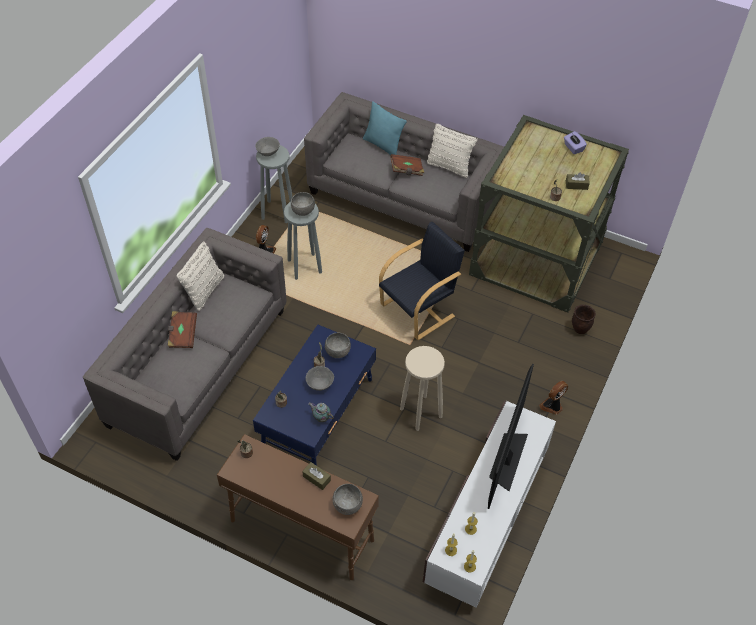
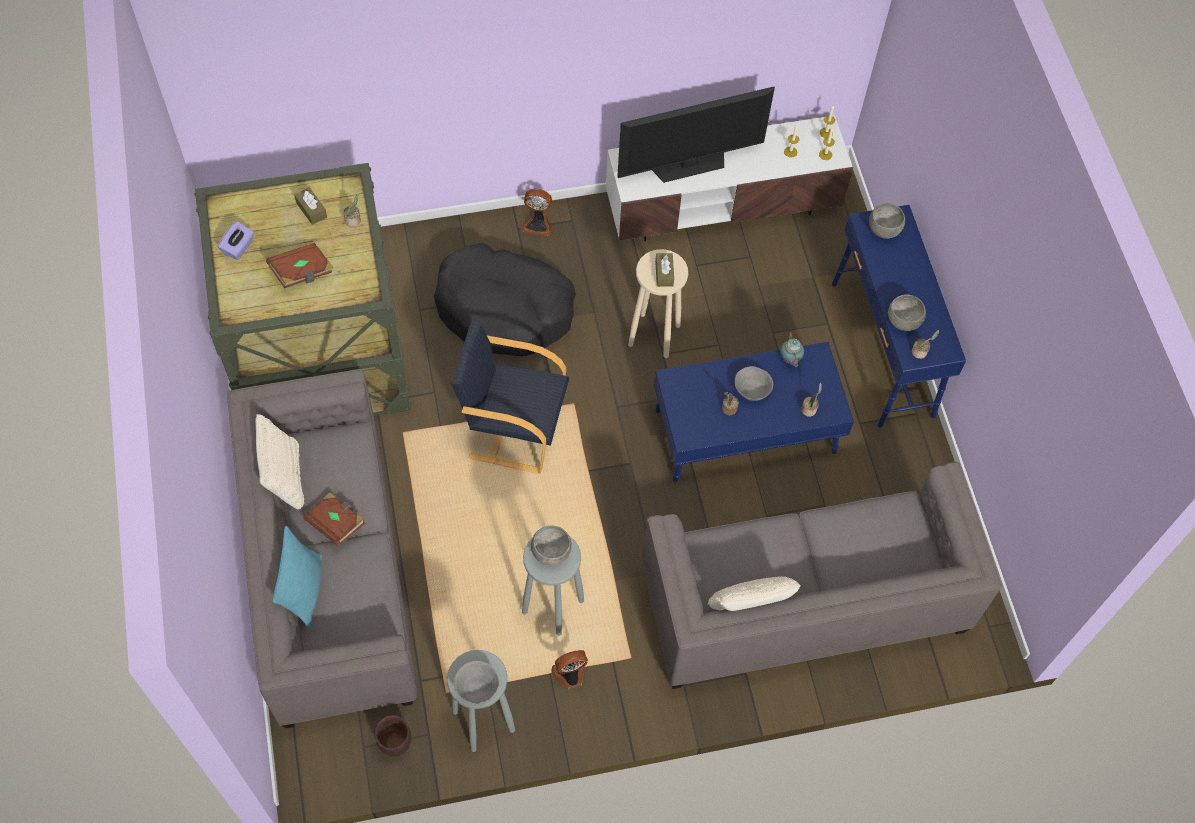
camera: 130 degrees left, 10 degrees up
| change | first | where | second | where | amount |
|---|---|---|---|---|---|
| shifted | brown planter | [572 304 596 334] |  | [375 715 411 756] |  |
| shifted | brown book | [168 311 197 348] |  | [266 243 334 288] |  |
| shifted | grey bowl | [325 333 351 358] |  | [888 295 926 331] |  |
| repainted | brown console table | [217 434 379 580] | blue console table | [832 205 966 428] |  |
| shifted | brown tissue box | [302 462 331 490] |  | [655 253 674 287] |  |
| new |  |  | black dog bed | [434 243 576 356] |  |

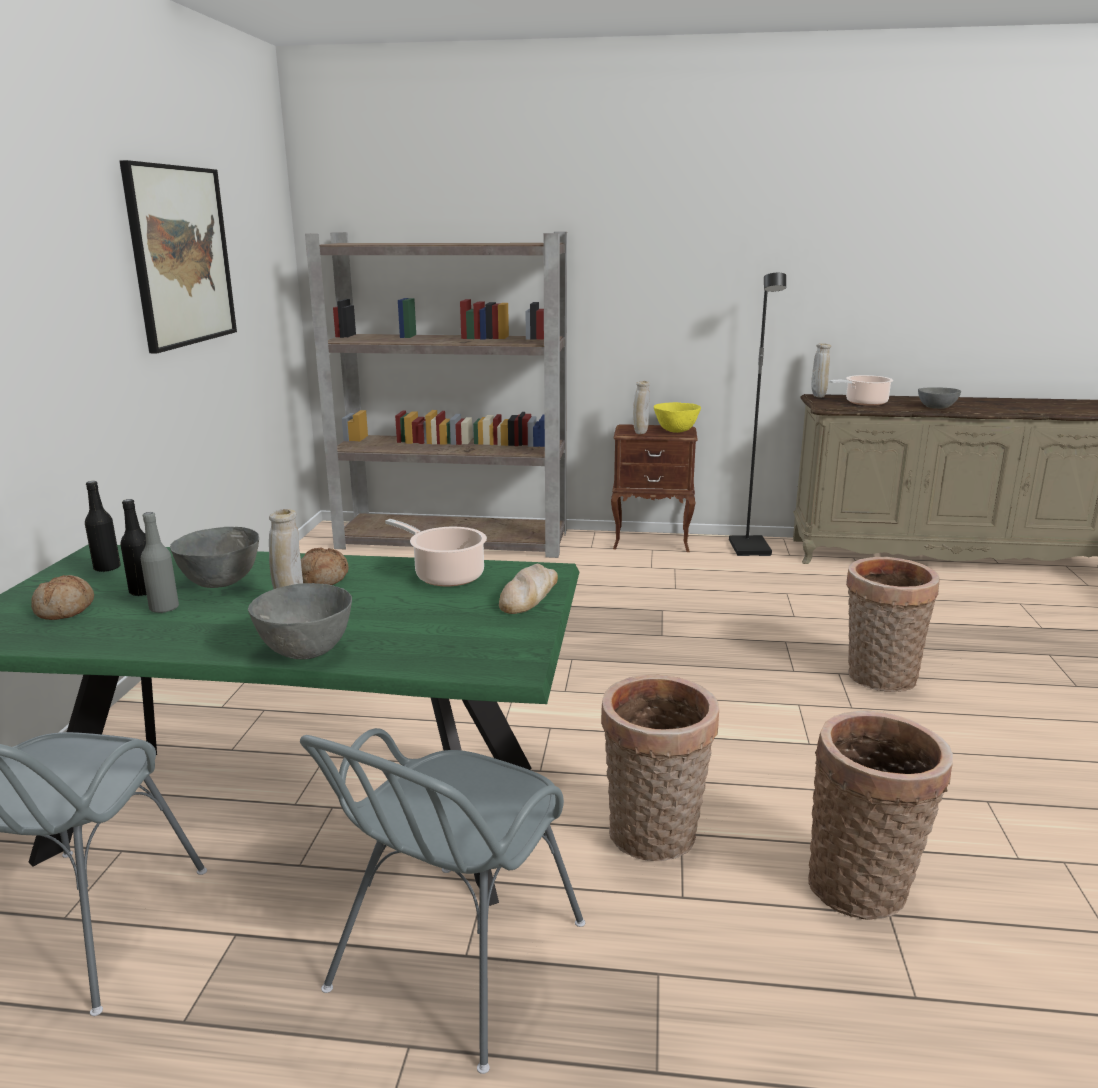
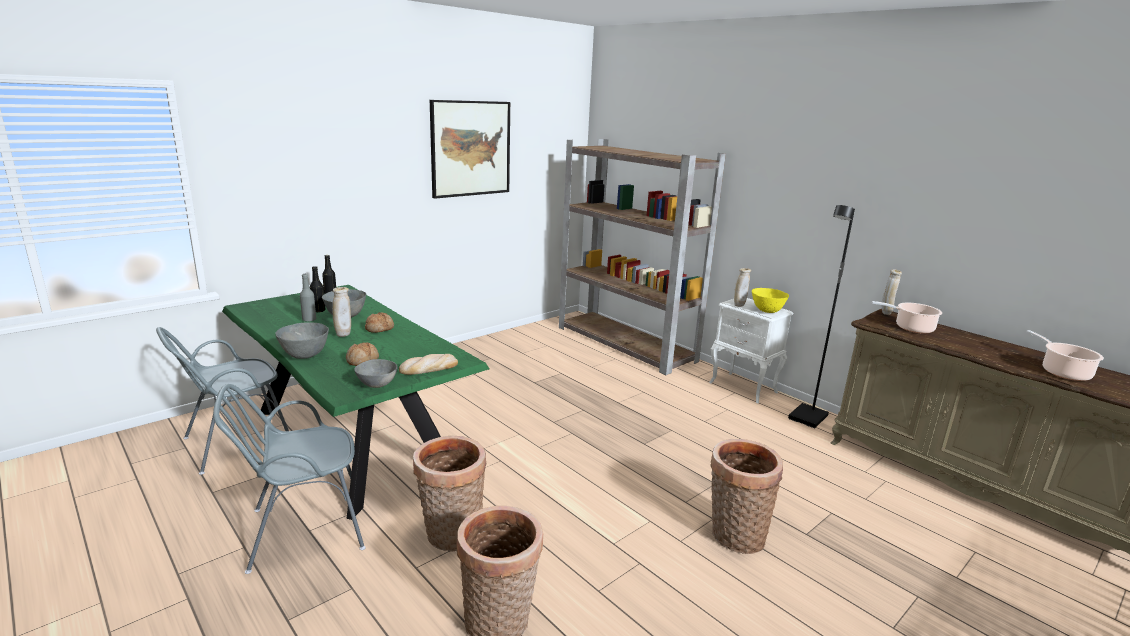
camera: 40 degrees right, 0 degrees up
| change | first | where | second | where | amount |
|---|---|---|---|---|---|
| shifted | grey bowl | [918 387 961 409] |  | [354 359 397 388] |  |
| repainted | brown nightstand | [611 424 698 552] | white nightstand | [709 298 793 403] |  |
| shifted | cooking pot | [385 519 487 587] |  | [1026 330 1104 381] |  |
| shifted | bread | [31 575 94 620] |  | [346 342 379 366] |  |

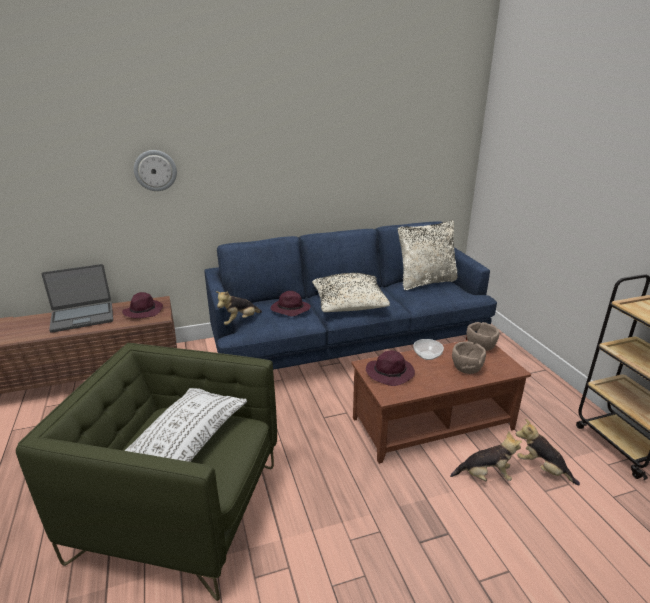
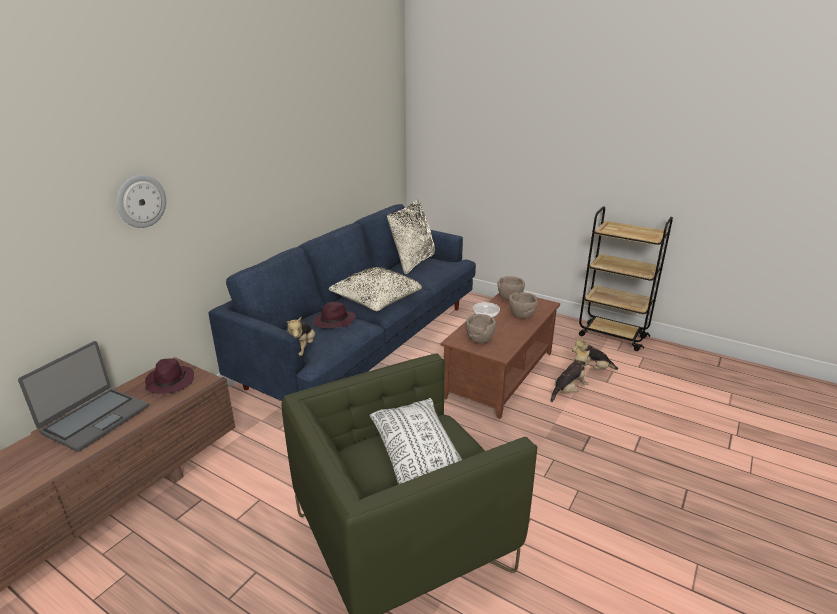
camera: 40 degrees left, 0 degrees up
| change | first | where | second | where | amount |
|---|---|---|---|---|---|
| swapped | purple hat | [366 350 415 386] | brown bowl | [466 314 496 343] |  |

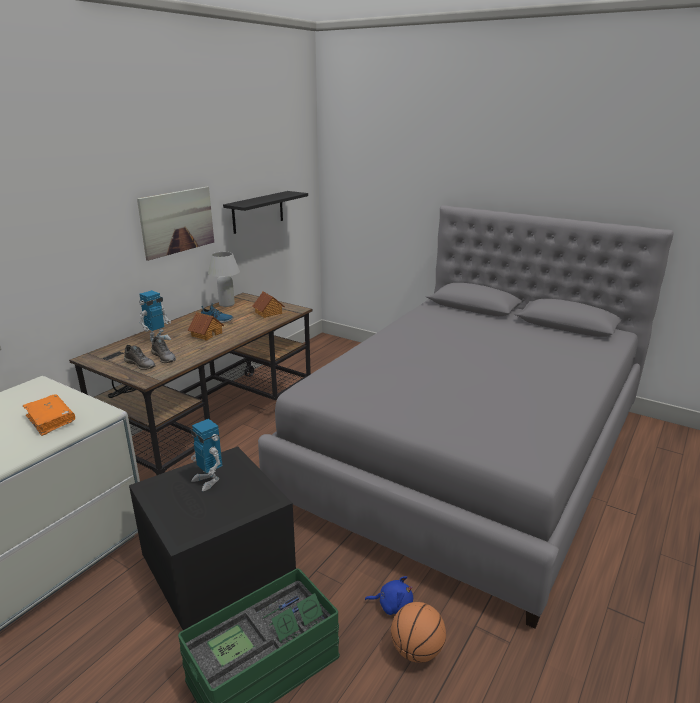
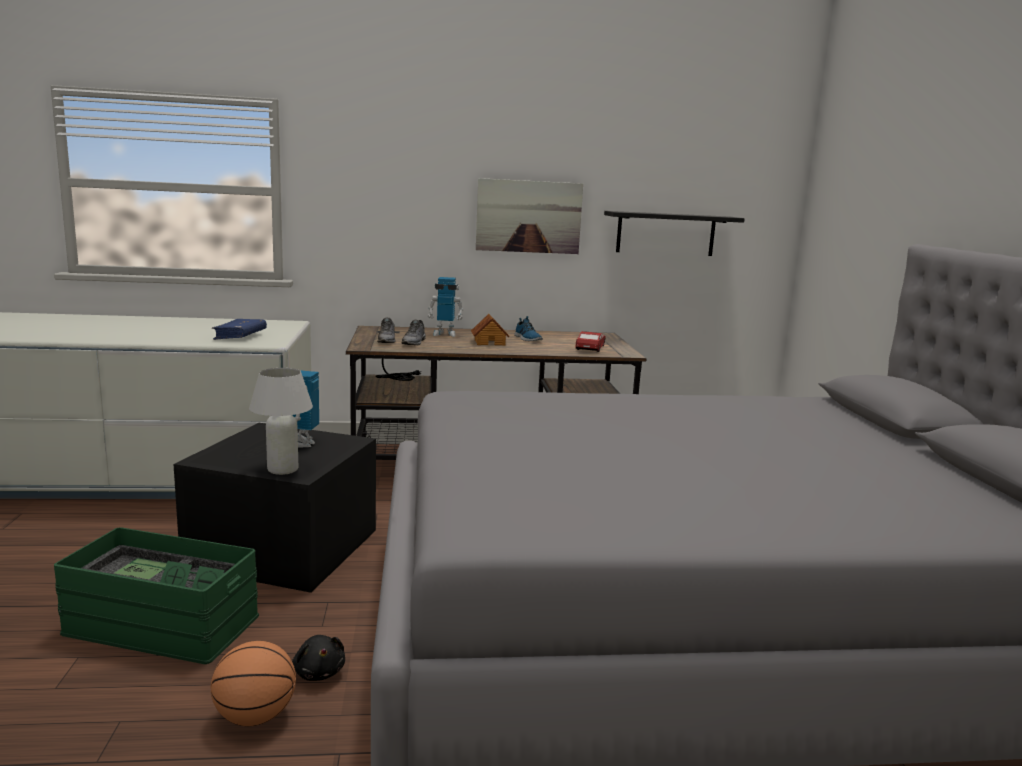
camera: 50 degrees right, 10 degrees down
| change | first | where | second | where | amount |
|---|---|---|---|---|---|
| shifted | white table lamp | [208 252 240 307] |  | [249 368 313 475] |  |
| swapped | toy house | [252 292 285 318] | toy car | [575 331 606 352] |  |
| repainted | orange book | [23 394 75 436] | blue book | [212 319 267 340] |  |
| repainted | blue plush toy | [365 576 413 615] | black plush toy | [292 635 345 681] |  |

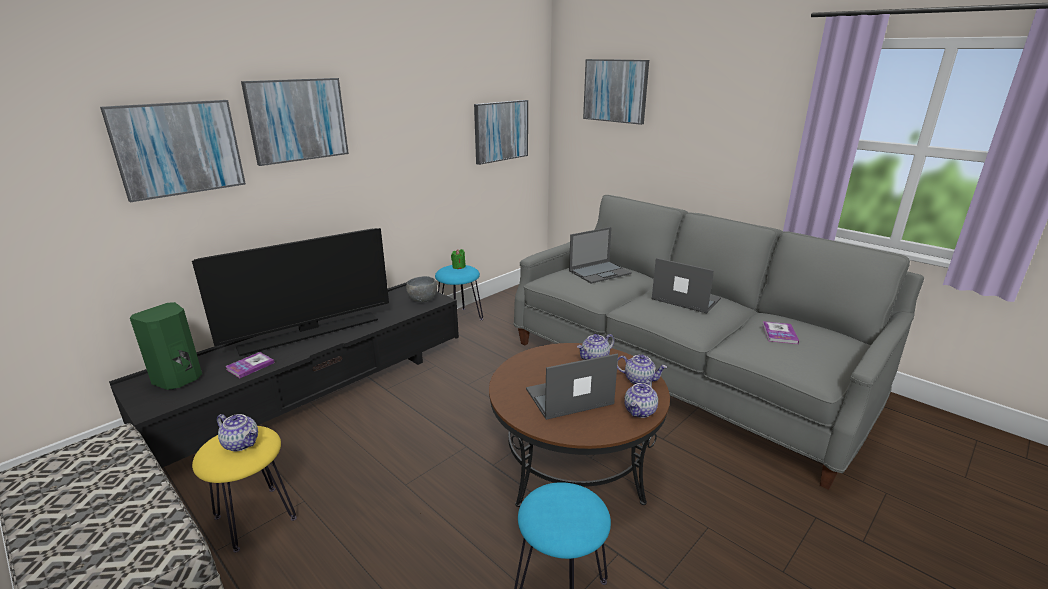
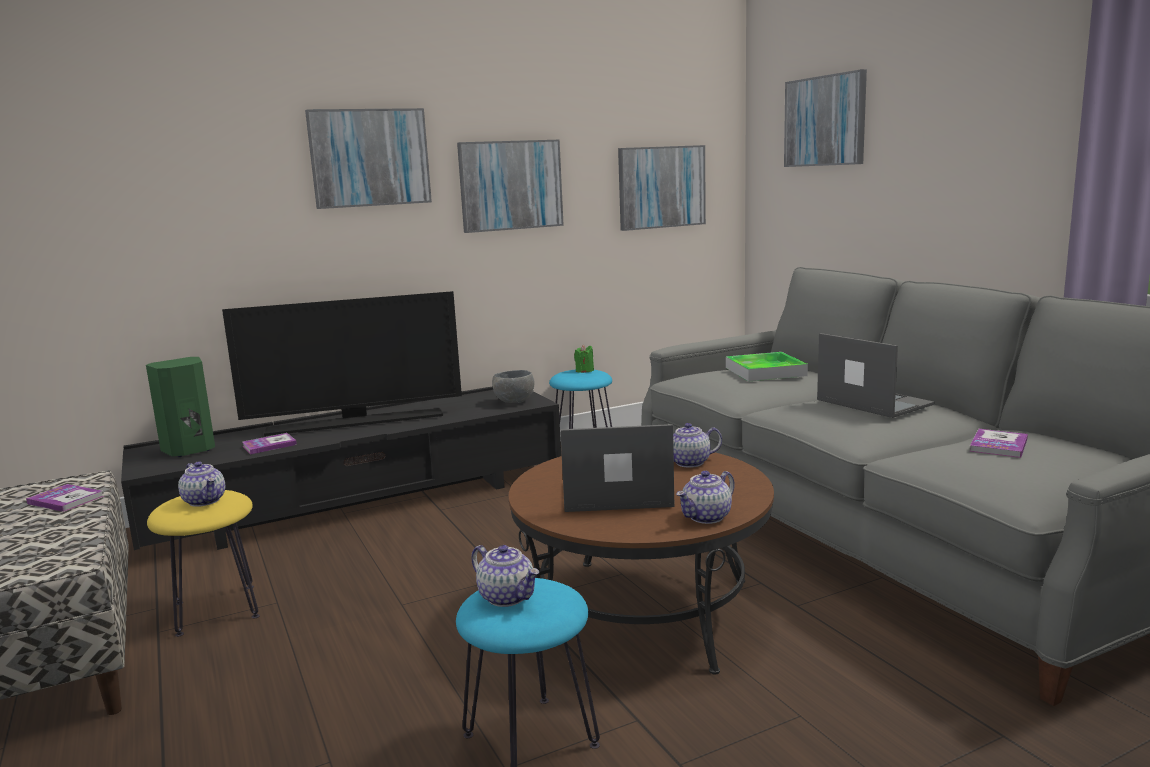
camera: 20 degrees right, 10 degrees down
| change | first | where | second | where | amount |
|---|---|---|---|---|---|
| shifted | picture | [100 100 246 202] |  | [457 140 564 233] |  |
| swapped | laptop | [569 227 632 284] | tray | [726 352 808 382] |  |
| shifted | teapot | [617 355 667 384] |  | [471 545 539 607] |  |
| new |  |  | book | [26 484 104 512] |  |

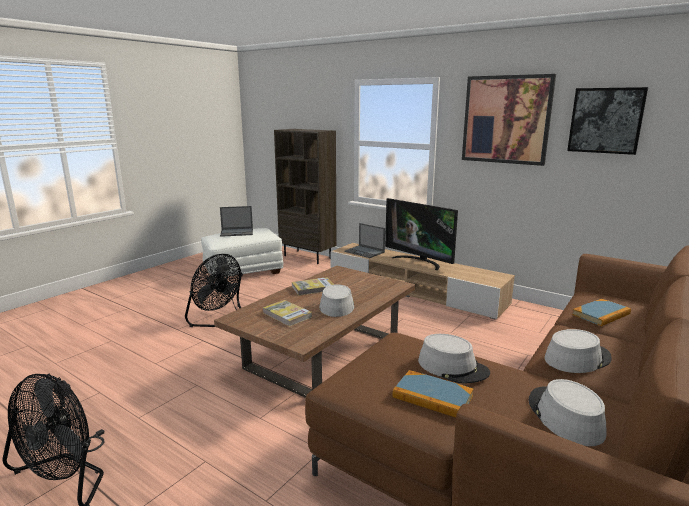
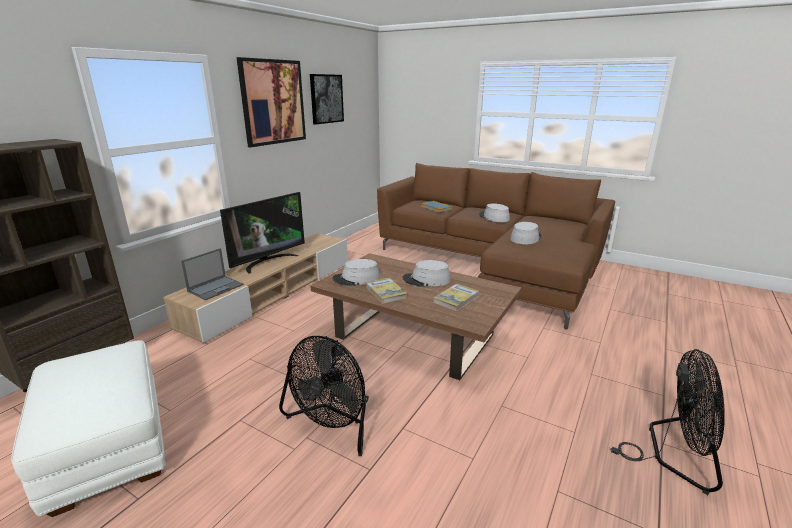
camera: 95 degrees left, 5 degrees up
| change | first | where | second | where | amount |
|---|---|---|---|---|---|
| gone | laptop | [220 206 253 237] |  |  |  |
| gone | book | [393 370 474 418] |  |  |  |
| shifted | grey hat | [529 379 606 446] |  | [332 259 380 286] |  |

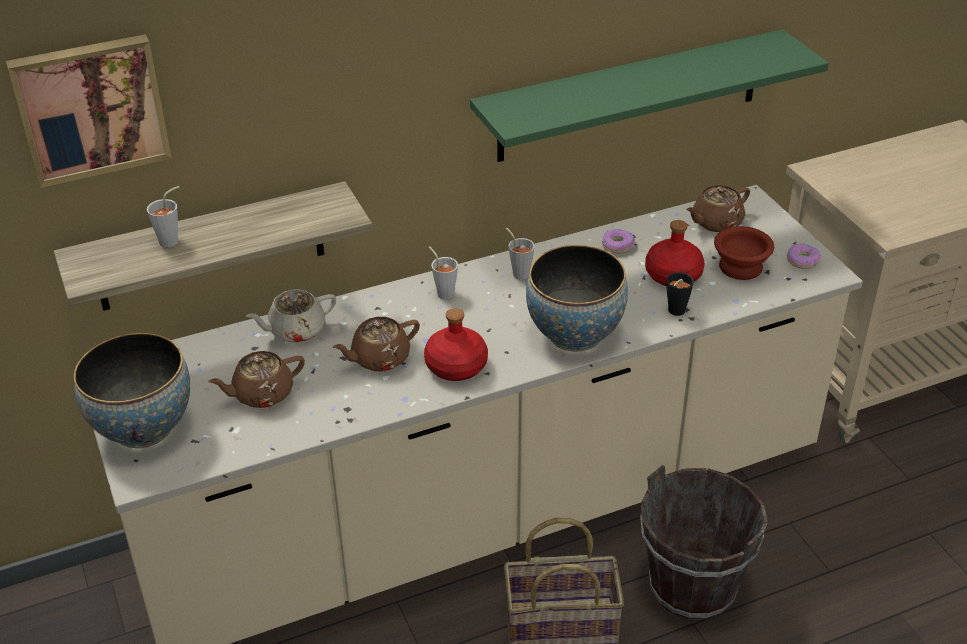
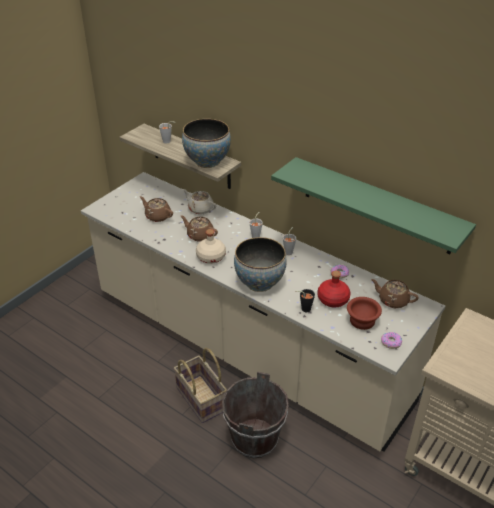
camera: 60 degrees right, 0 degrees up
| change | first | where | second | where | amount |
|---|---|---|---|---|---|
| gone | picture | [6 34 172 188] |  |  |  |
| repainted | red bottle | [424 308 488 381] | beige bottle | [196 229 226 264] |  |
| shifted | bowl | [74 333 190 448] |  | [182 119 231 168] |  |

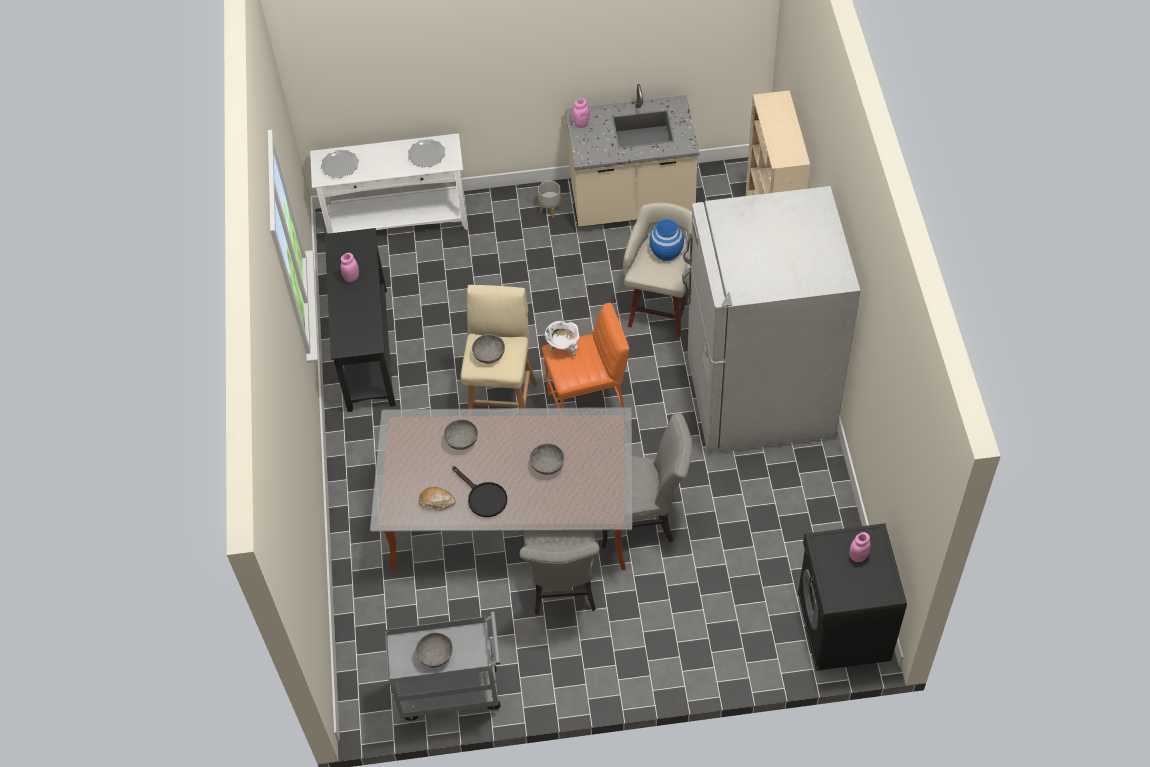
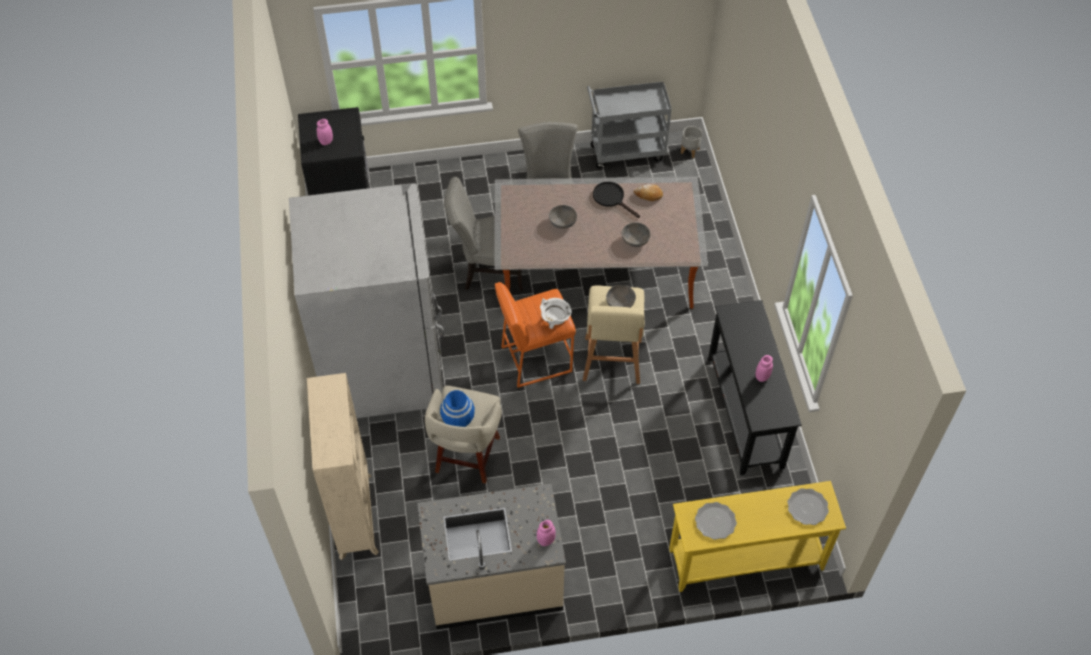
camera: 175 degrees right, 0 degrees up
| change | first | where | second | where | amount |
|---|---|---|---|---|---|
| repainted | white console table | [310 133 468 234] | yellow console table | [669 481 846 592] |  |
| shifted | grey planter | [538 181 562 217] |  | [681 126 702 158] |  |
| gone | grey bowl | [415 632 453 668] |  |  |  |

